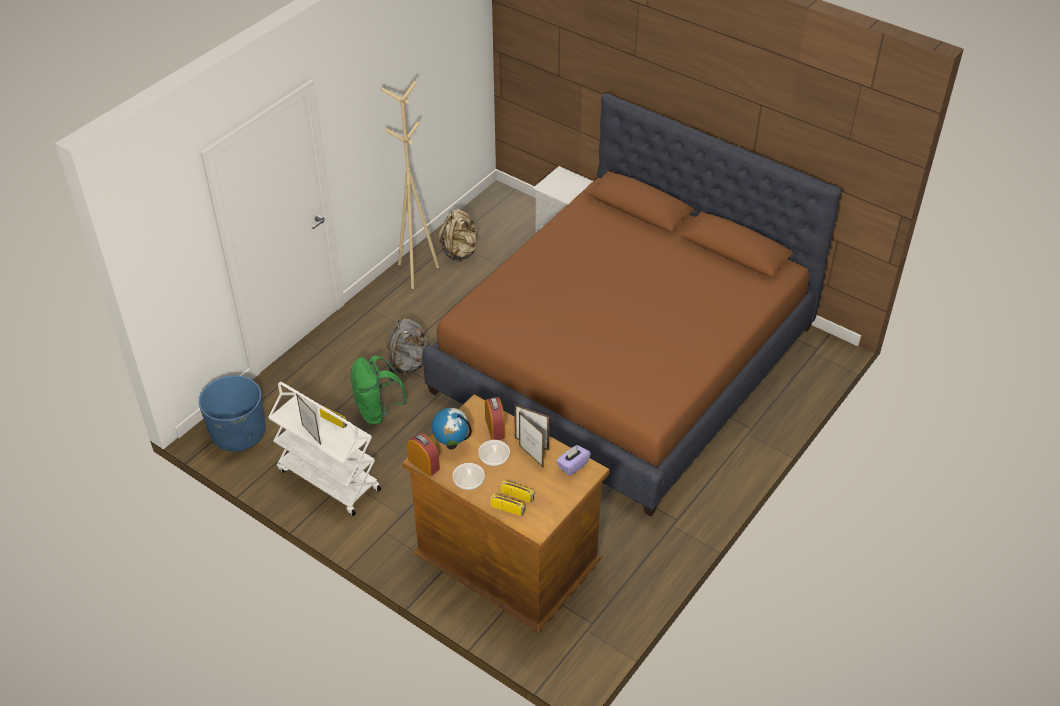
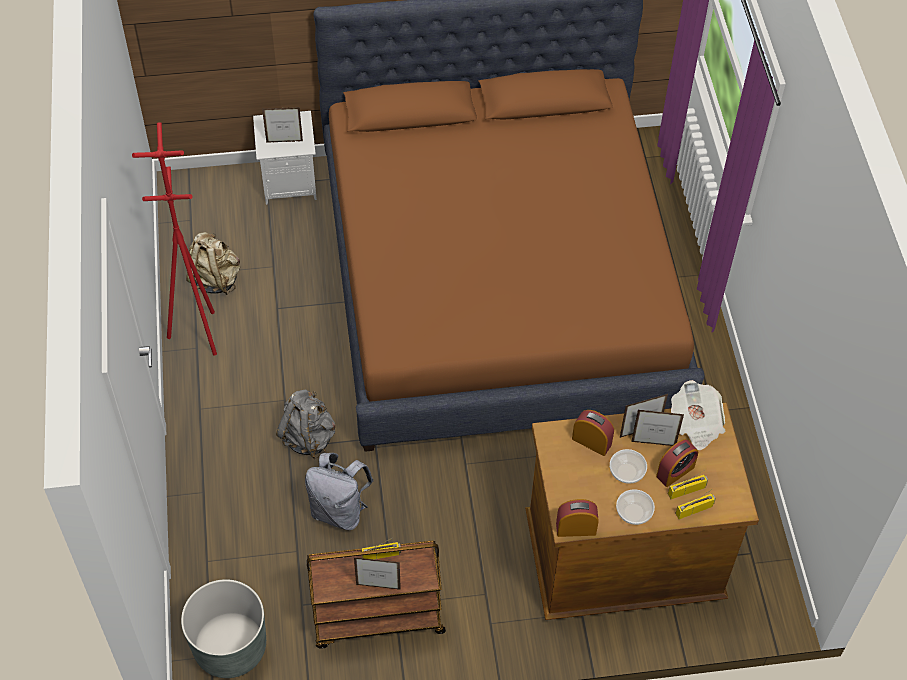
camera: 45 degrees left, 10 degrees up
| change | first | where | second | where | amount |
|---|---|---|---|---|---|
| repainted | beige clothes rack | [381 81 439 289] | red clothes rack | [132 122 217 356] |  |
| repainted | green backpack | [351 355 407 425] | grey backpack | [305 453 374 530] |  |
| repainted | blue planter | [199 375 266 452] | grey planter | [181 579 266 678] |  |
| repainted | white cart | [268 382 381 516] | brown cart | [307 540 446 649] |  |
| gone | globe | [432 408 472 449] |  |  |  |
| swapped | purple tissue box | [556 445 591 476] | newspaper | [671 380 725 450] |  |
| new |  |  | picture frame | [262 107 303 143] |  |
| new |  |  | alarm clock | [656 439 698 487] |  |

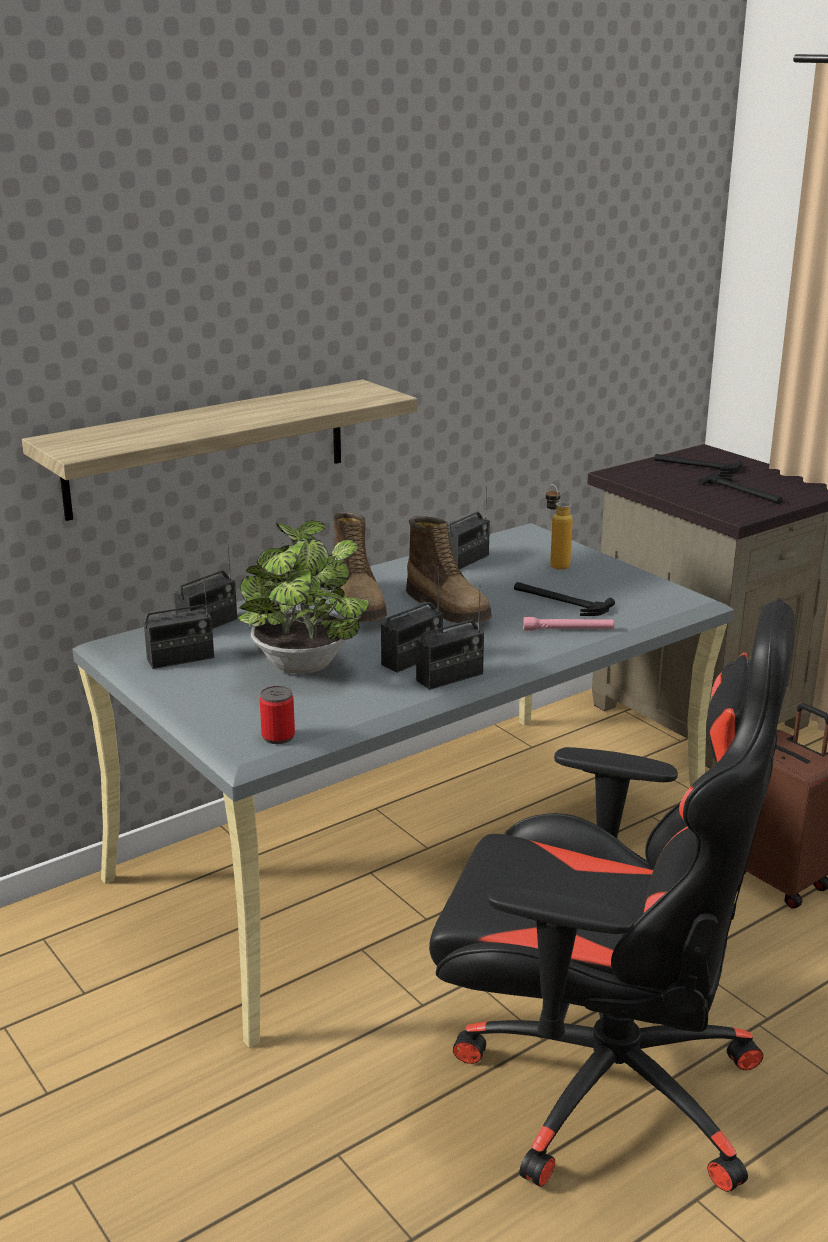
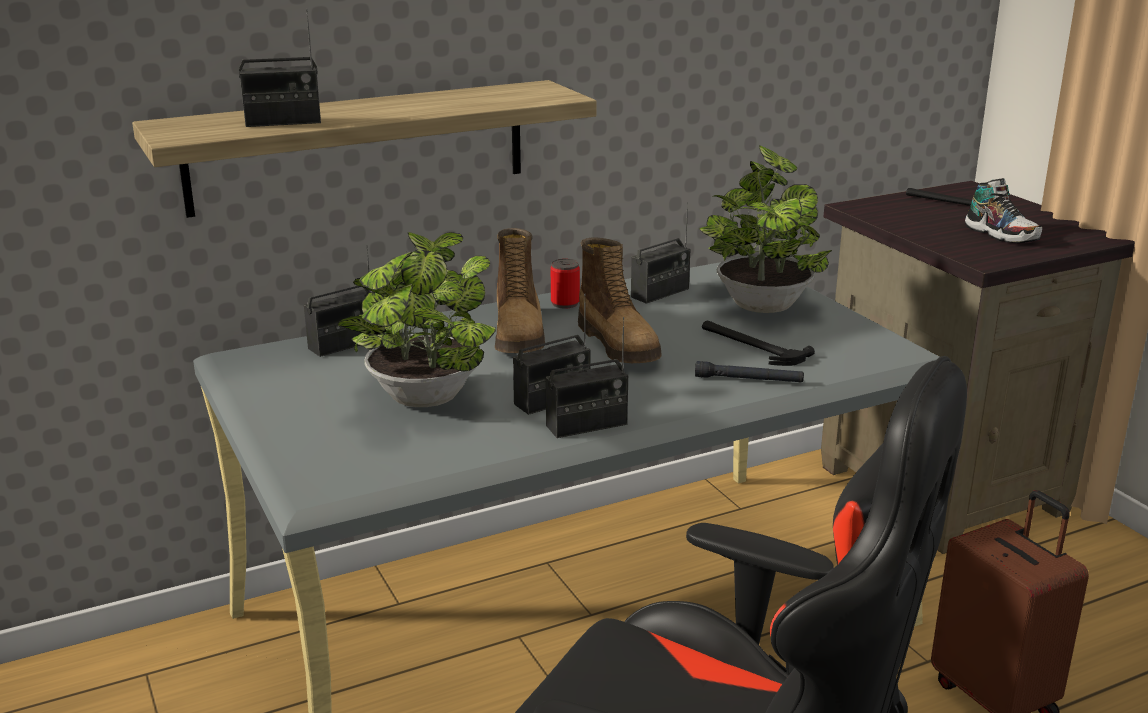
camera: 10 degrees right, 0 degrees up
| change | first | where | second | where | amount |
|---|---|---|---|---|---|
| swapped | hammer | [698 474 783 504] | shoe | [965 178 1042 243] |  |
| swapped | bottle | [546 484 573 570] | potted plant | [699 145 832 313] |  |
| shifted | radio | [143 570 214 669] |  | [239 9 321 127] |  |
| repainted | pink flashlight | [523 617 614 631] | black flashlight | [695 361 804 383] |  |
| shifted | can | [260 686 295 744] |  | [551 259 580 308] |  |

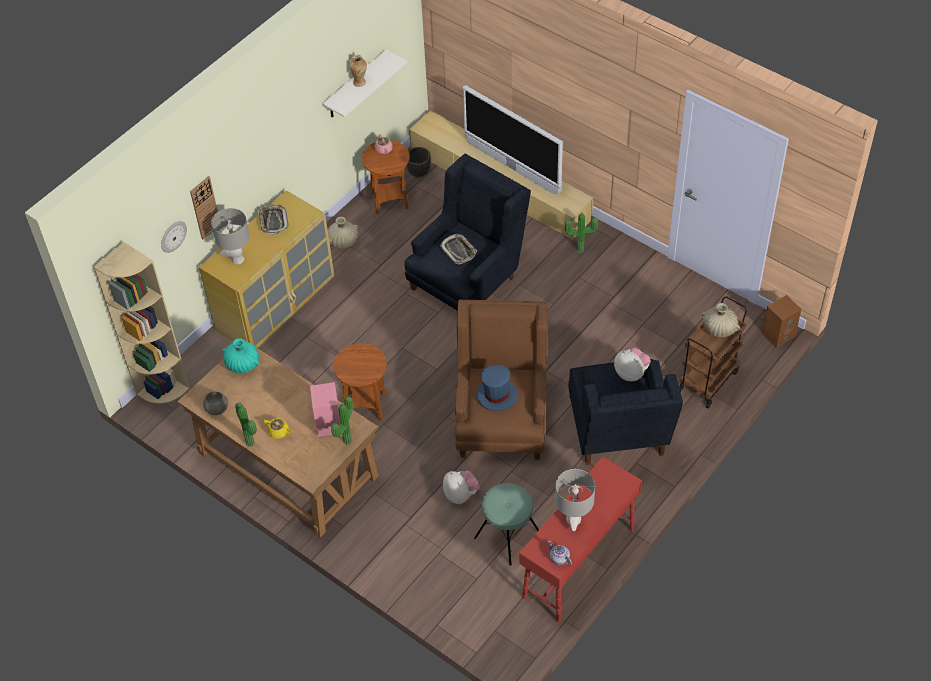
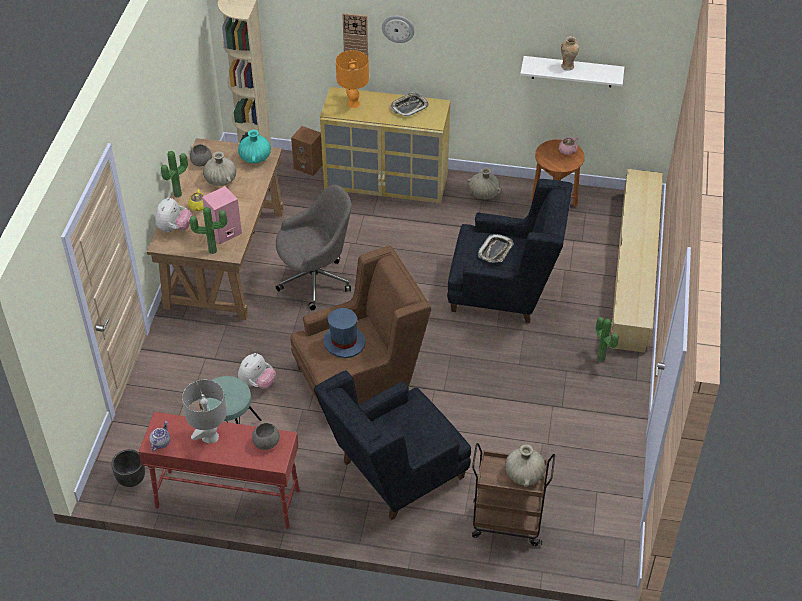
camera: 60 degrees right, 5 degrees down
| change | first | where | second | where | amount |
|---|---|---|---|---|---|
| gone | television | [463 85 563 194] |  |  |  |
| shifted | black planter | [406 147 431 177] |  | [111 449 145 487] |  |
| repainted | grey table lamp | [211 208 250 264] | orange table lamp | [336 50 369 108] |  |
| shifted | wall clock | [161 221 187 253] |  | [382 16 415 43] |  |
| shifted | brown speaker | [762 295 802 348] |  | [291 126 323 176] |  |
| swapped | brown side table | [333 343 387 420] | grey office chair | [276 185 352 310] |  |
| shifted | plush toy | [614 348 651 381] |  | [155 197 192 232] |  |
| new |  |  | beige vase | [203 151 237 186] |  |
| new |  |  | grey bowl | [252 423 280 450] |  |

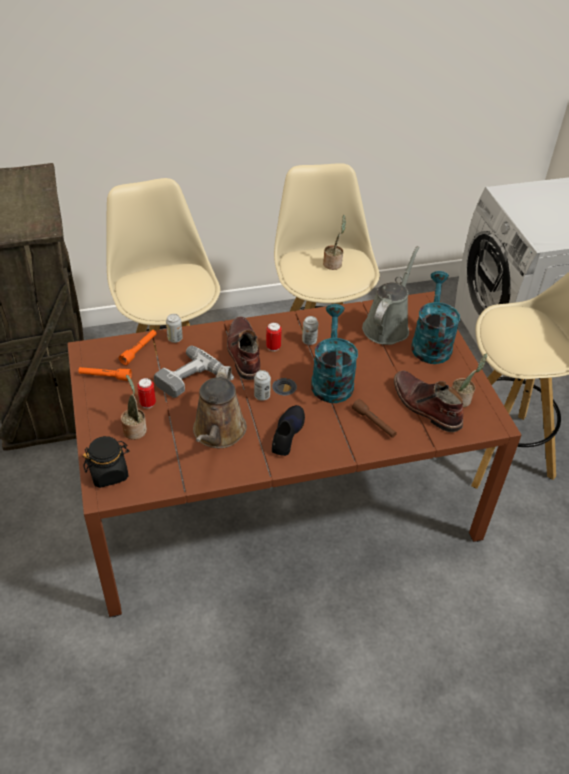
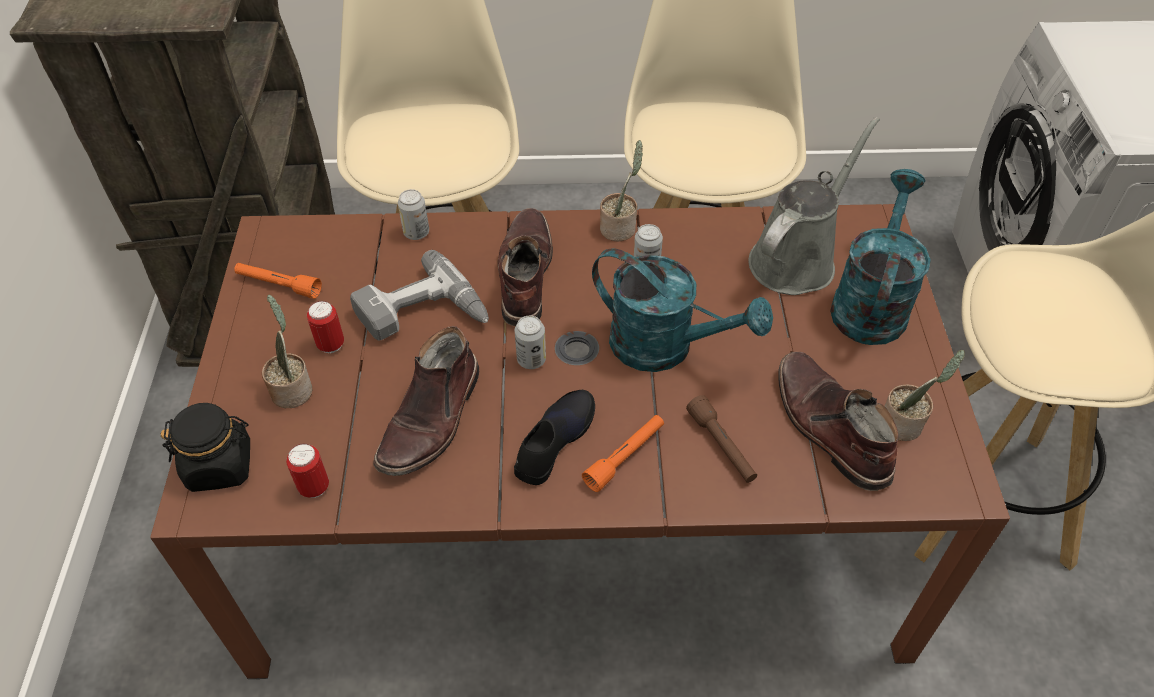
camera: 15 degrees right, 5 degrees up
| change | first | where | second | where | amount |
|---|---|---|---|---|---|
| shifted | potted plant | [323 215 346 270] |  | [600 140 643 241] |  |
| rotated | turquoise watering can | [311 304 358 403] |  | [592 249 773 372] | 105 degrees clockwise |
| shifted | can | [266 322 281 351] |  | [286 444 329 498] |  |
| shifted | orange flashlight | [119 330 157 365] |  | [582 415 664 492] |  |
| swapped | brown watering can | [193 365 247 448] | brown boot | [373 326 479 476] |  |

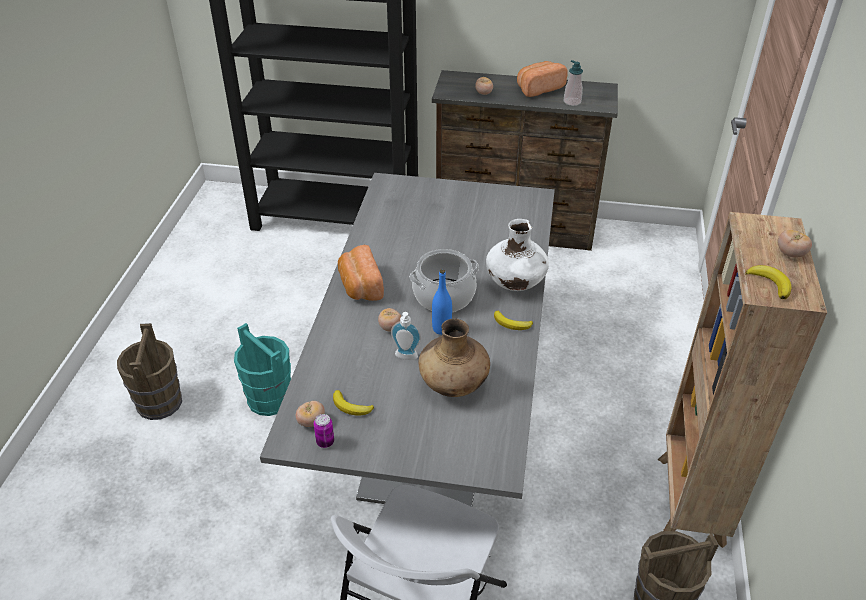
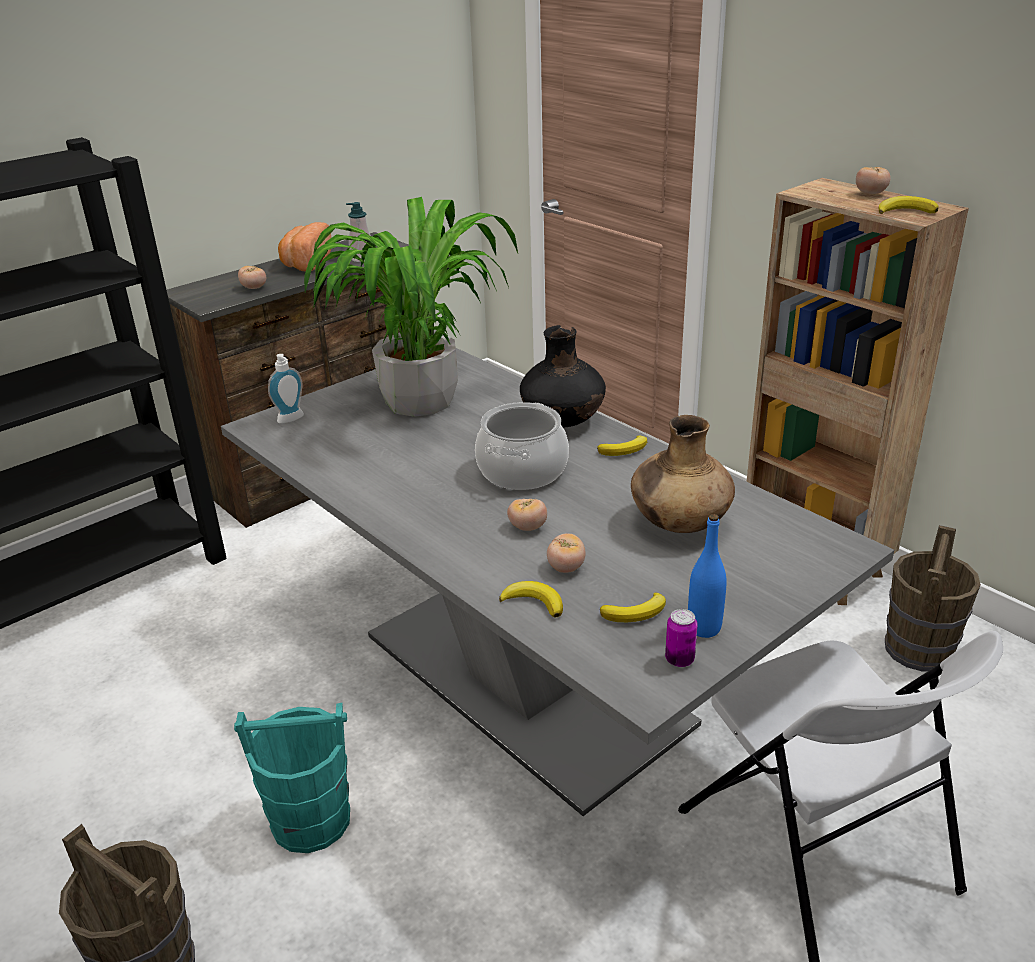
camera: 50 degrees left, 10 degrees down
| change | first | where | second | where | amount |
|---|---|---|---|---|---|
| repainted | white vase | [486 219 549 291] | black vase | [520 325 606 427] |  |
| gone | bread | [338 245 384 301] |  |  |  |
| shifted | blue bottle | [432 269 452 335] |  | [688 514 726 638] |  |
| shifted | soap dispenser | [391 312 421 360] |  | [268 354 304 423] |  |
| shifted | tomato | [296 401 325 427] |  | [547 533 586 573] |  |
| new |  |  | potted plant | [304 197 518 417] |  |
| new |  |  | banana | [499 581 563 618] |  |

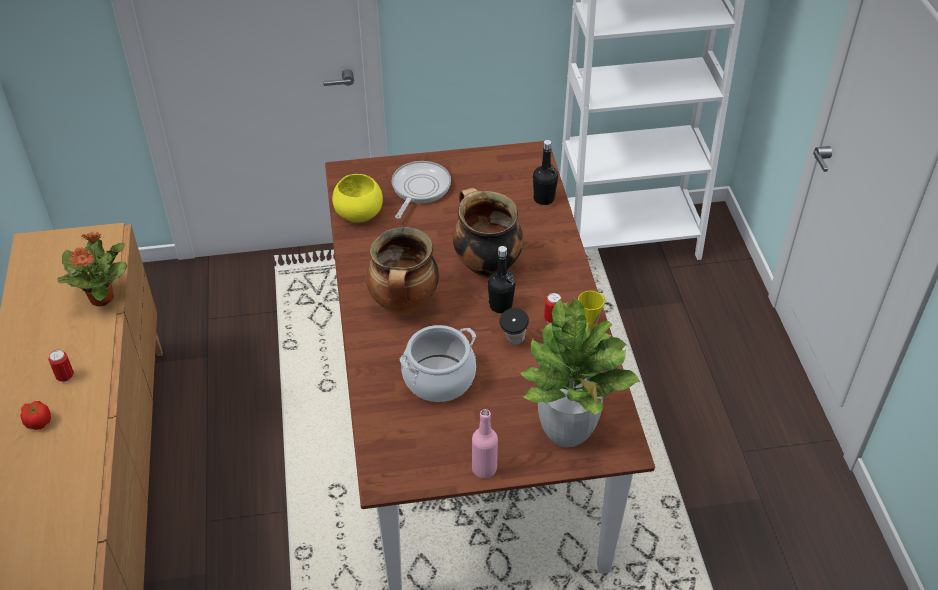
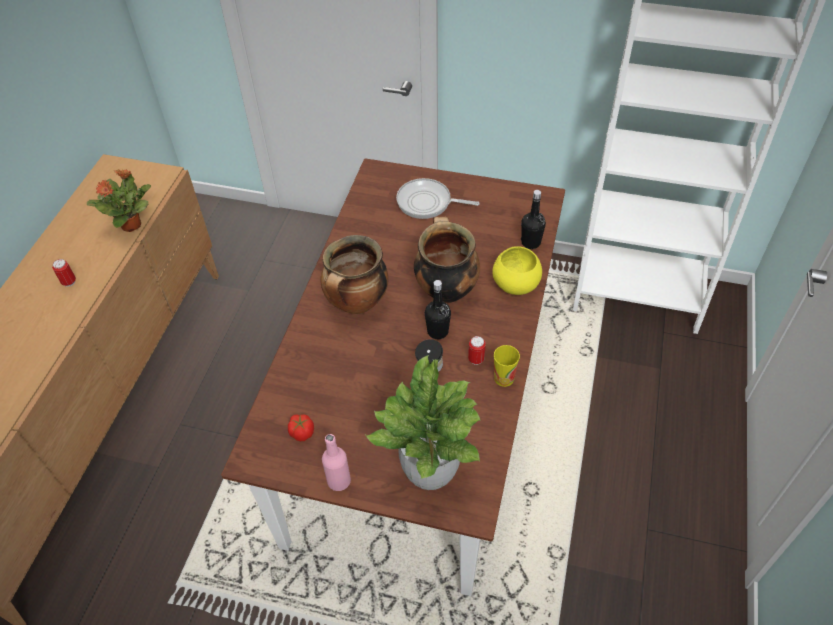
camera: 25 degrees right, 5 degrees up
| change | first | where | second | where | amount |
|---|---|---|---|---|---|
| rotated | frying pan | [392 161 451 219] |  | [396 178 480 219] | 120 degrees counterclockwise |
| shifted | yellow bowl | [332 174 383 223] |  | [492 246 542 295] |  |
| gone | cooking pot | [400 325 476 402] |  |  |  |
| shifted | tomato | [20 401 51 430] |  | [288 414 314 441] |  |

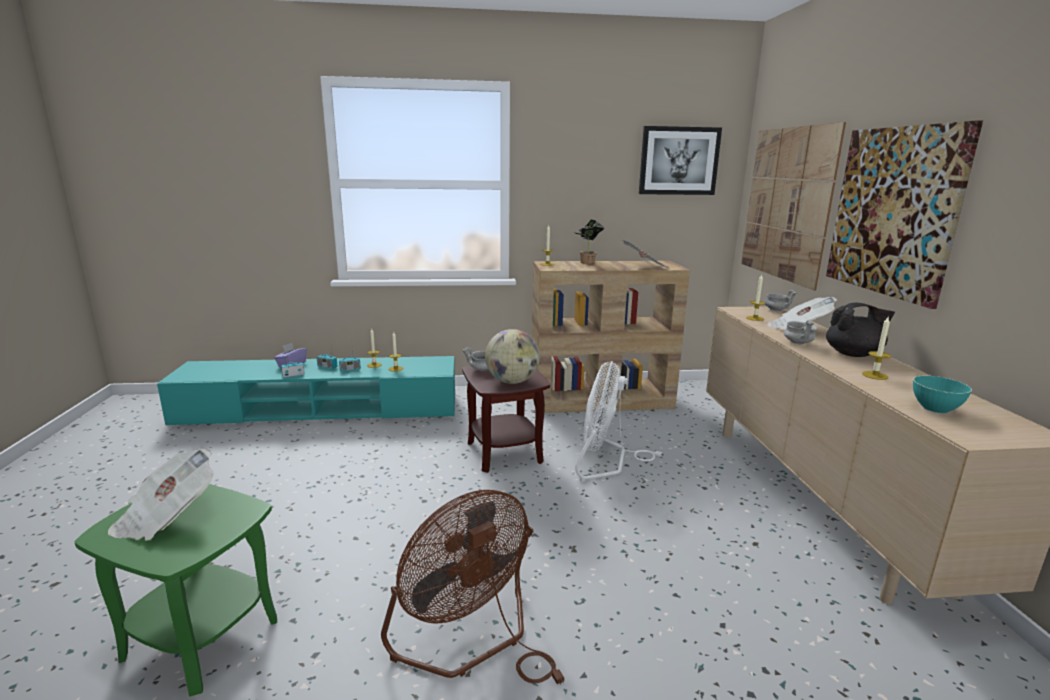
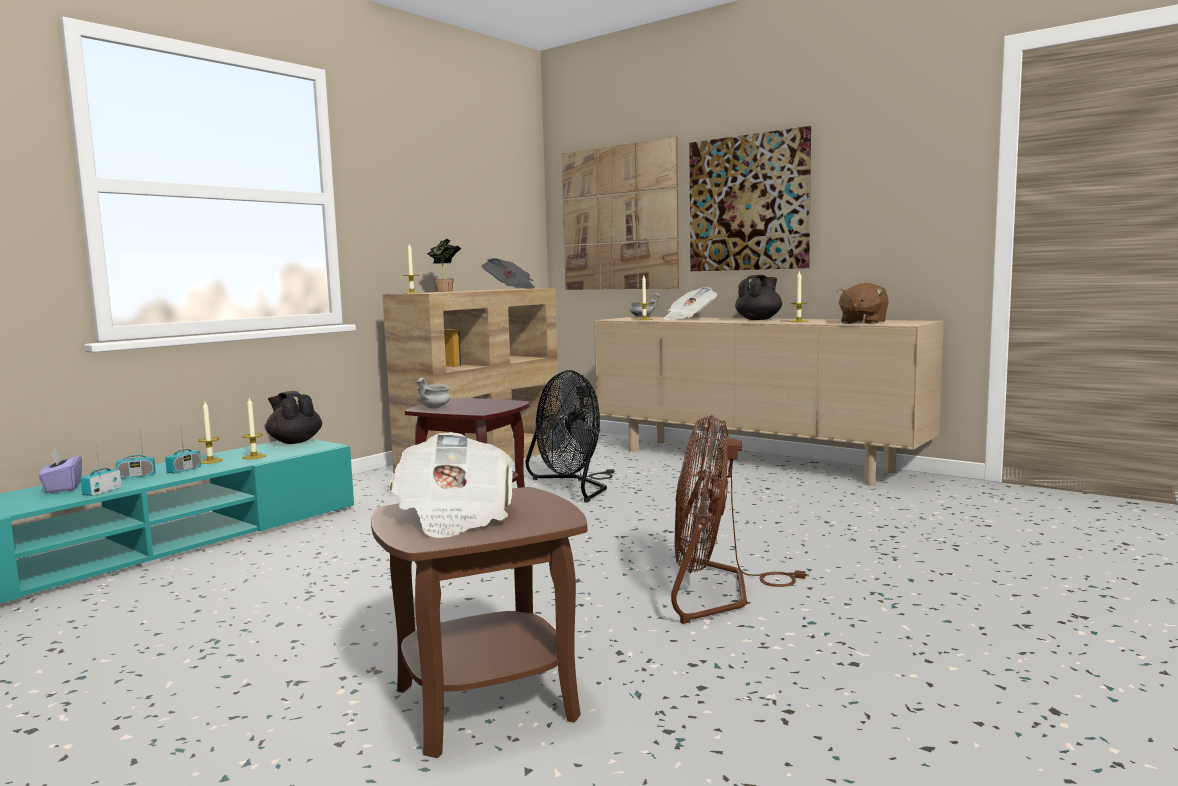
camera: 45 degrees left, 10 degrees down
| change | first | where | second | where | amount |
|---|---|---|---|---|---|
| gone | picture | [639 126 722 195] |  |  |  |
| gone | grey bowl | [784 320 818 344] |  |  |  |
| gone | globe | [485 329 540 384] |  |  |  |
| repainted | white fan | [575 361 663 482] | black fan | [526 370 615 503] |  |
| swapped | turquoise bowl | [913 376 972 413] | brown plush toy | [837 283 889 324] |  |
| repainted | green side table | [75 484 277 697] | brown side table | [371 487 587 758] |  |
| new |  |  | black teapot | [265 391 322 444] |  |

